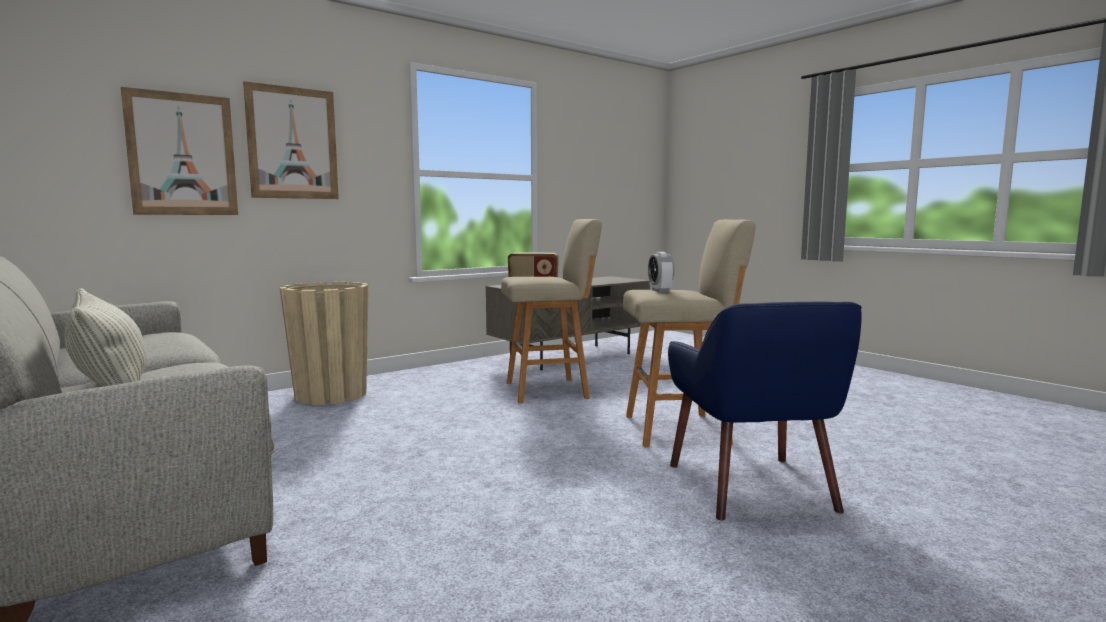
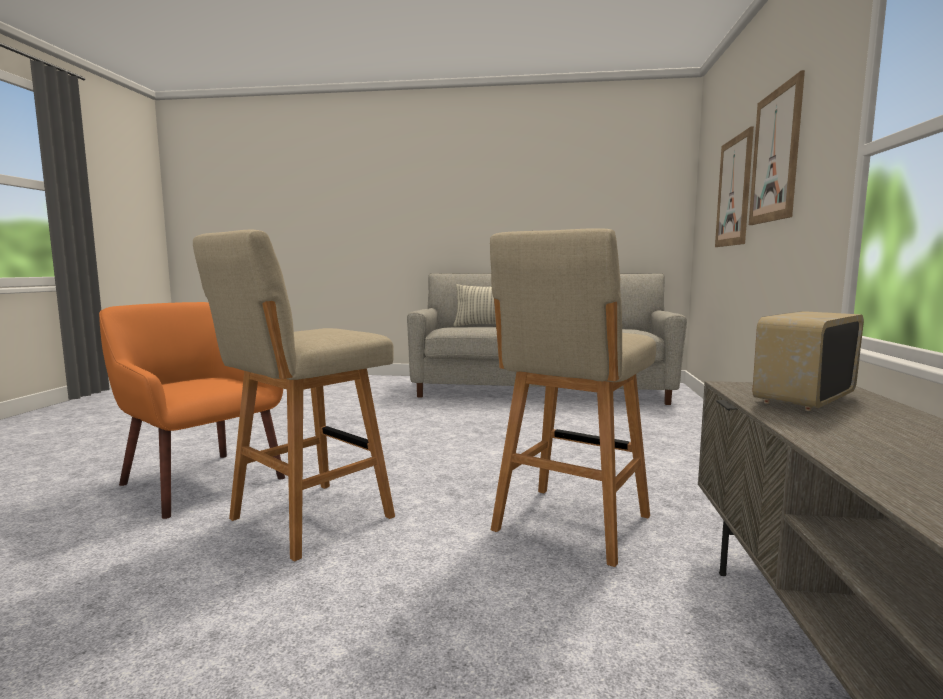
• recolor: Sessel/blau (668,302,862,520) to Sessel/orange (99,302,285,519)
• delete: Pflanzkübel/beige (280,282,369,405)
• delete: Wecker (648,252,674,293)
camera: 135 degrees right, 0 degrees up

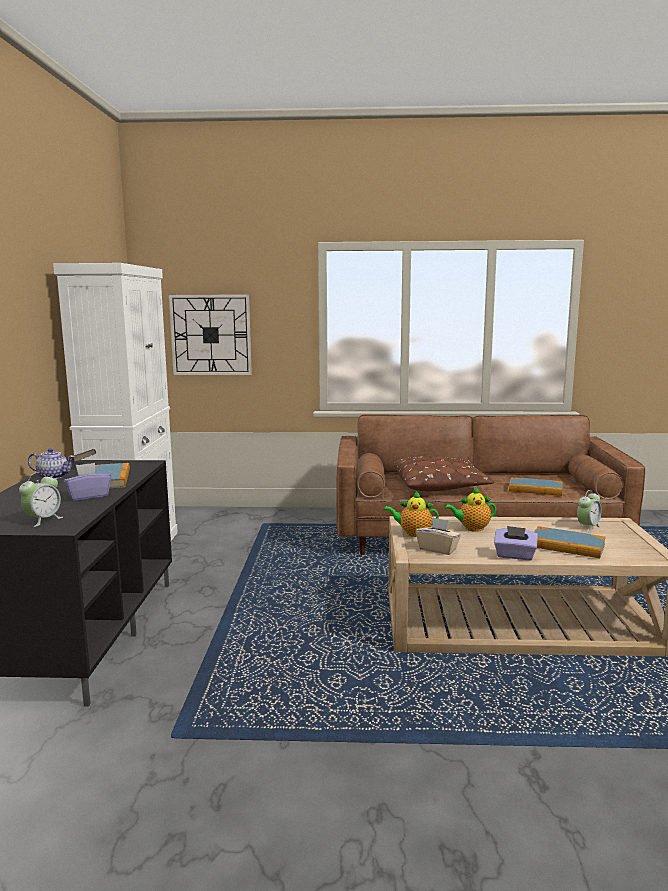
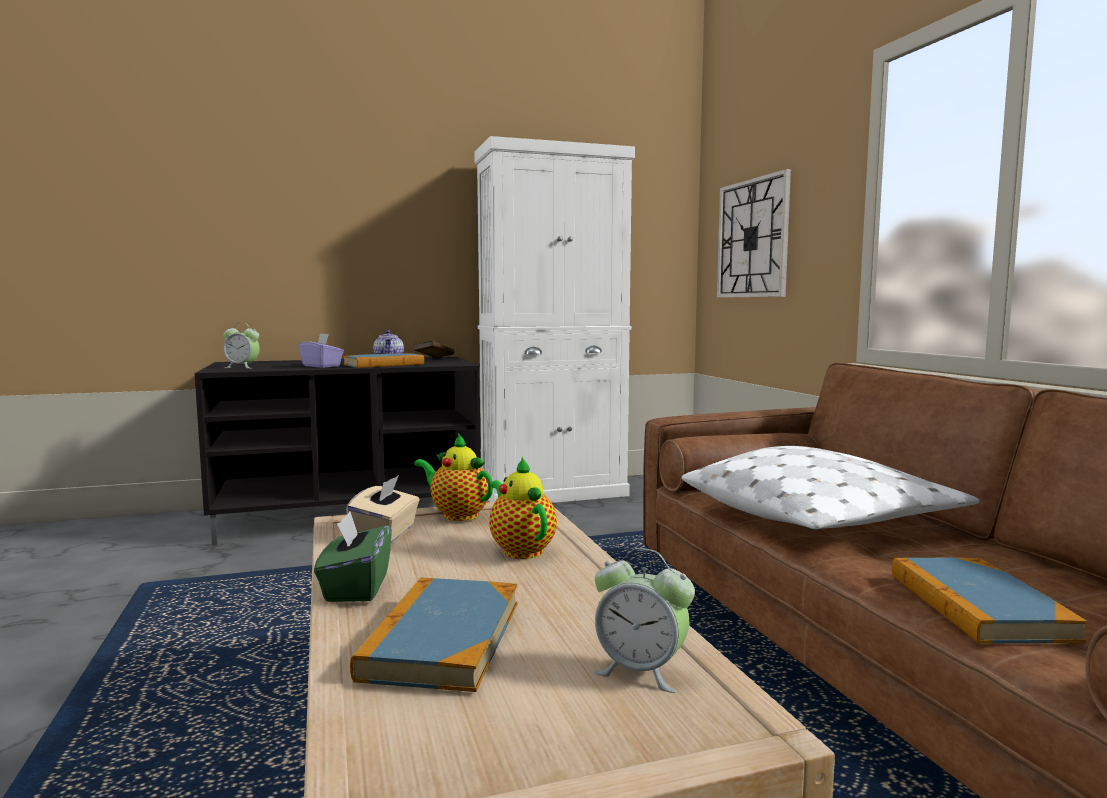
• recolor: Taschentuchbox/lila (494,526,538,560) to Taschentuchbox/grün (314,512,392,602)
• rotate: Teekanne (384,490,439,537) = (414,434,493,521) 45 degrees counterclockwise
• recolor: Kissen/braun (393,456,494,491) to Kissen/weiß (682,446,980,529)
camera: 70 degrees right, 5 degrees down

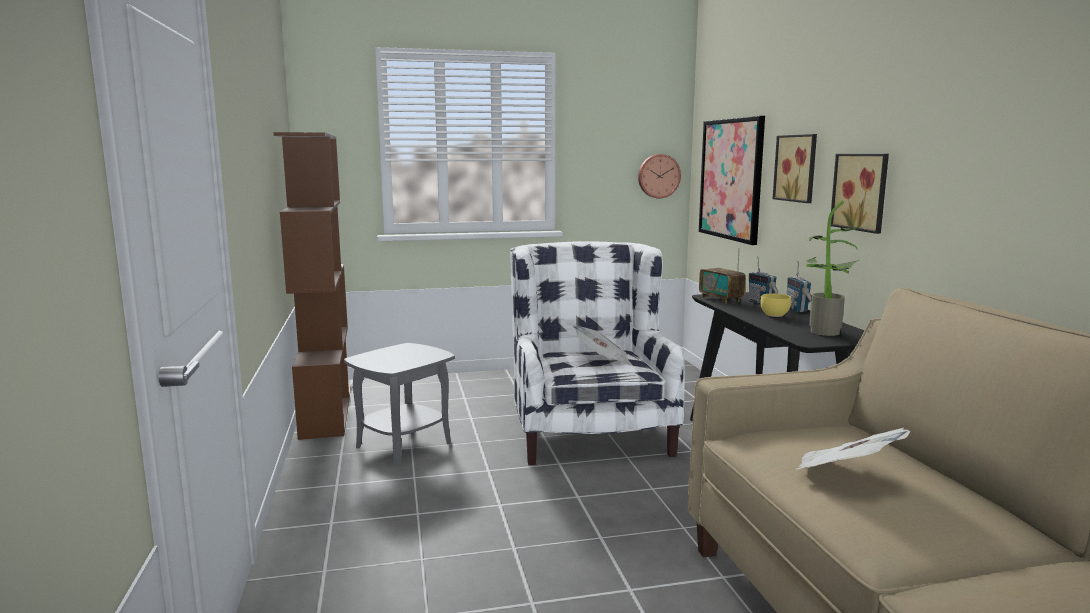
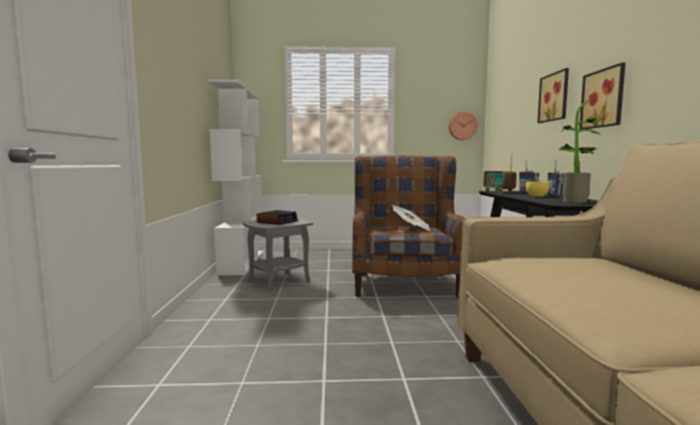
• recolor: Bücherregal/braun (273,132,351,440) to Bücherregal/weiß (208,80,263,276)
• insert: Wecker (257,210,298,225)
• recolor: Sessel/weiß (510,241,685,465) to Sessel/braun (352,155,465,298)
• delete: Bild (699,116,765,245)
• delete: Zeitung (796,428,910,470)
camera: 10 degrees right, 5 degrees down

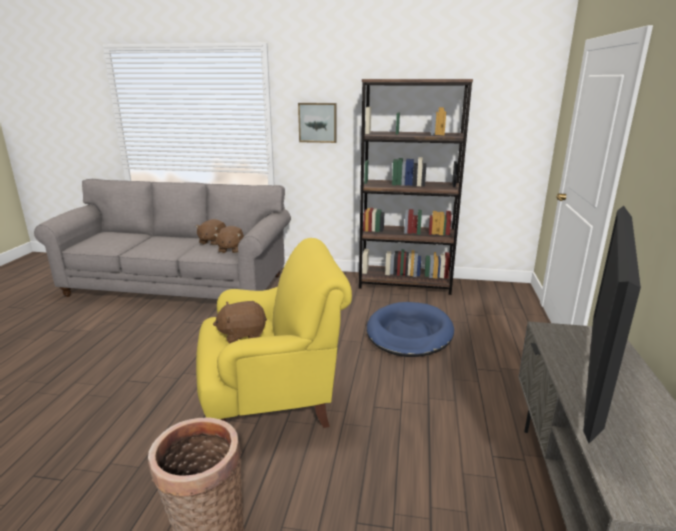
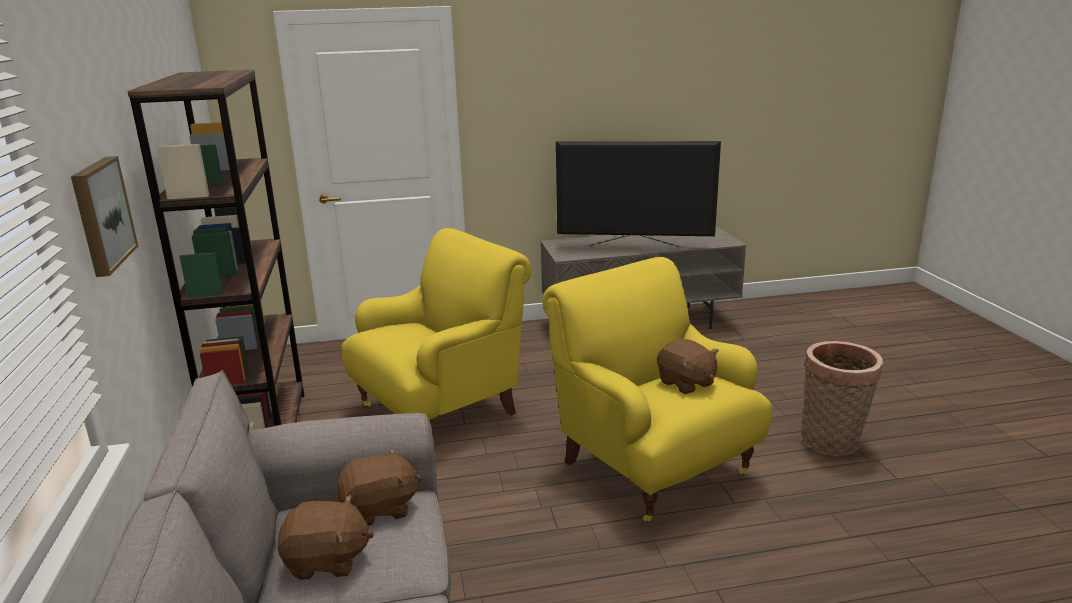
• replace: Hundebett/blau (367,302,454,357) to Sessel/gelb (341,228,531,420)
camera: 110 degrees left, 0 degrees up

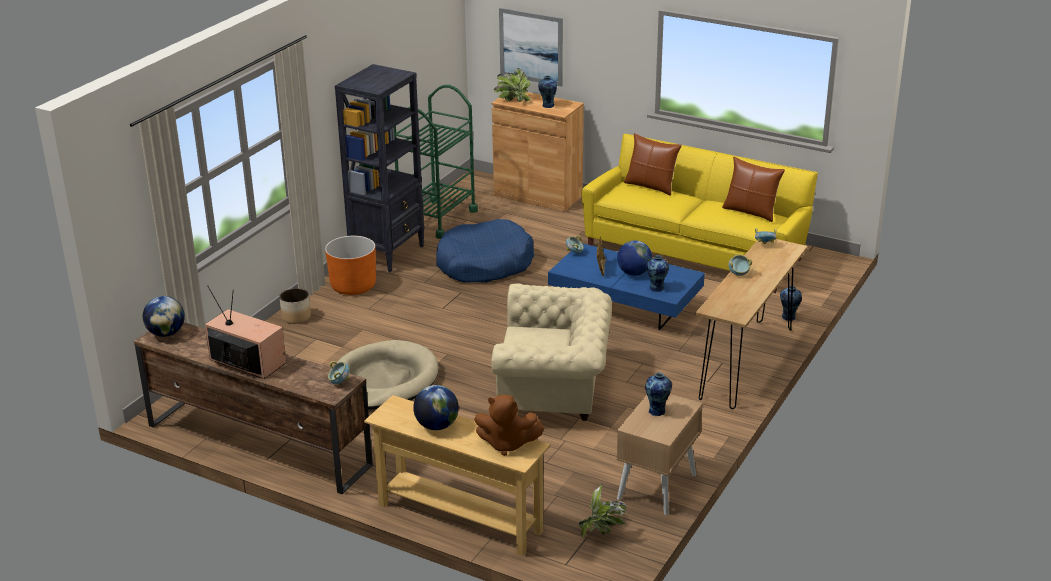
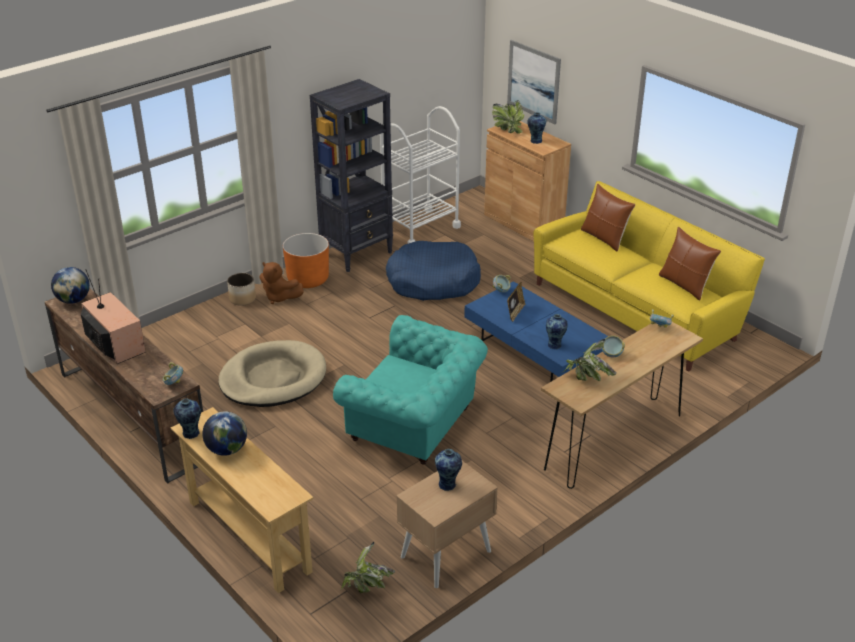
• move: Vase (780,286,802,321) to (173,398,201,439)
• move: Plüschtier/braun (474,395,544,456) to (259,262,304,304)
• recolor: Sessel/beige (491,283,612,421) to Sessel/türkis (333,315,488,465)
• recolor: Rollwagen/grün (394,85,478,239) to Rollwagen/weiß (380,106,461,244)
• insert: Topfpflanze (562,339,616,381)
• delete: Globus (617,240,652,276)
camera: 20 degrees right, 5 degrees up

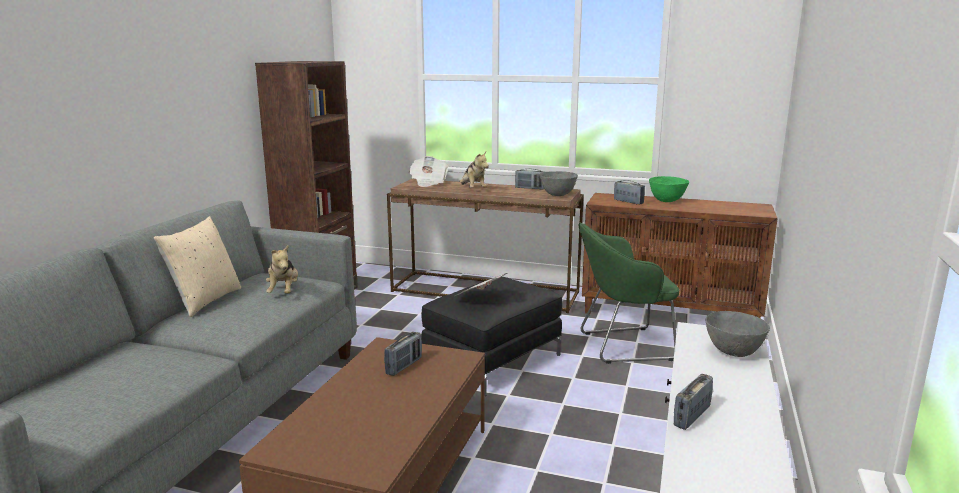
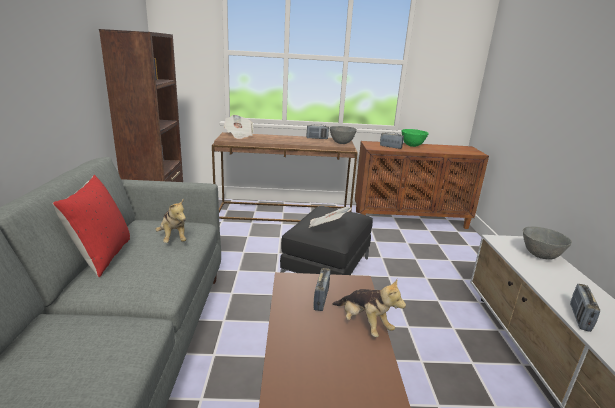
• recolor: Kissen/beige (154,216,241,317) to Kissen/rot (53,175,130,277)
• move: Plüschtier (459,152,489,188) to (332,279,406,337)
• delete: Sessel/grün (579,223,679,364)
camera: 20 degrees left, 5 degrees up

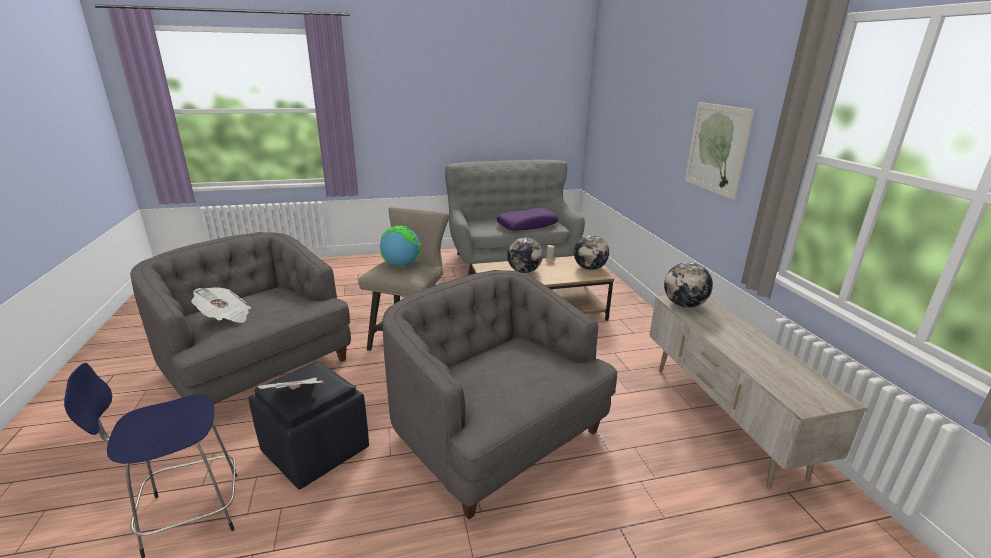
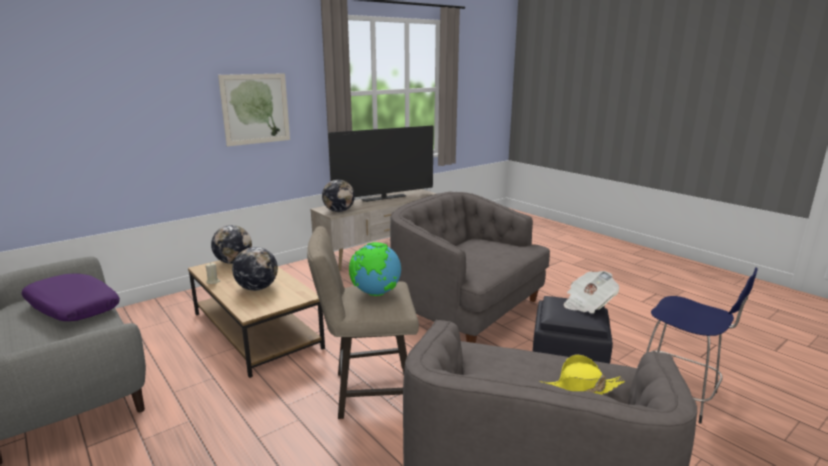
• insert: Fernseher (328,126,434,202)
• rotate: Sessel/grau (383,270,618,519) = (390,192,550,343) 105 degrees clockwise
• replace: Zeitung (192,287,251,323) to Hut/gelb (540,354,625,395)
camera: 115 degrees left, 5 degrees down

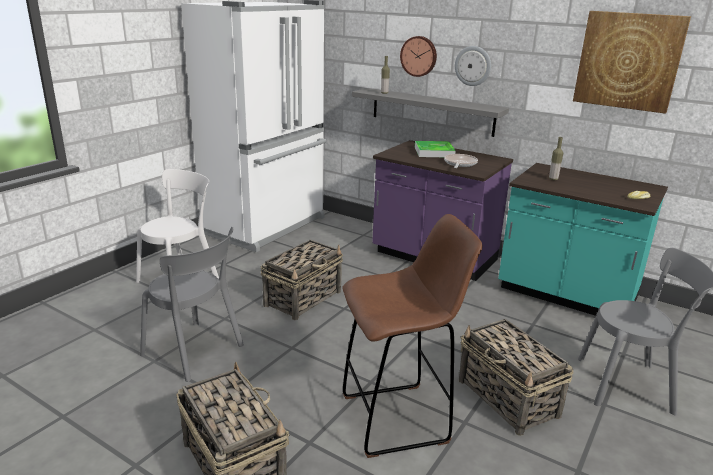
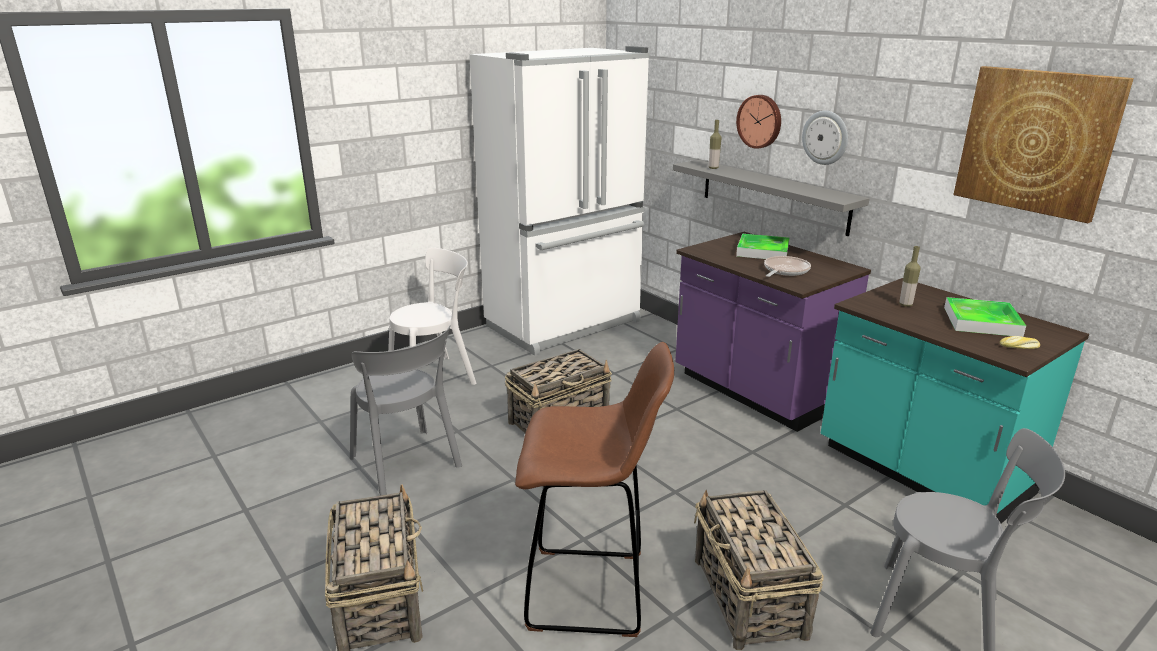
• insert: Tablett (944,297,1026,337)
camera: 20 degrees right, 0 degrees up

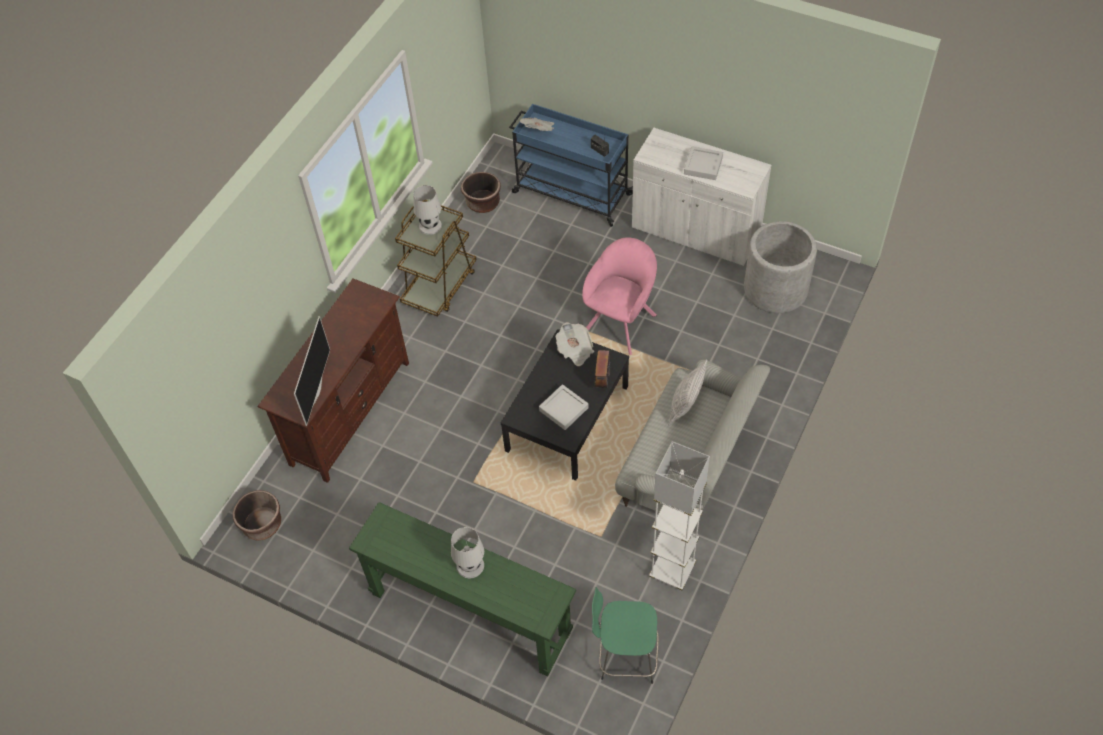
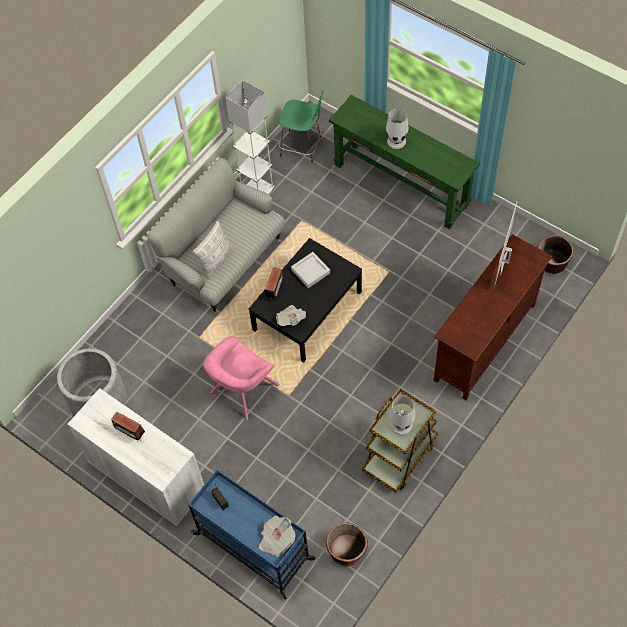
• replace: Tablett/grau (684,147,723,180) to Radio (111,412,145,440)
camera: 170 degrees left, 5 degrees up

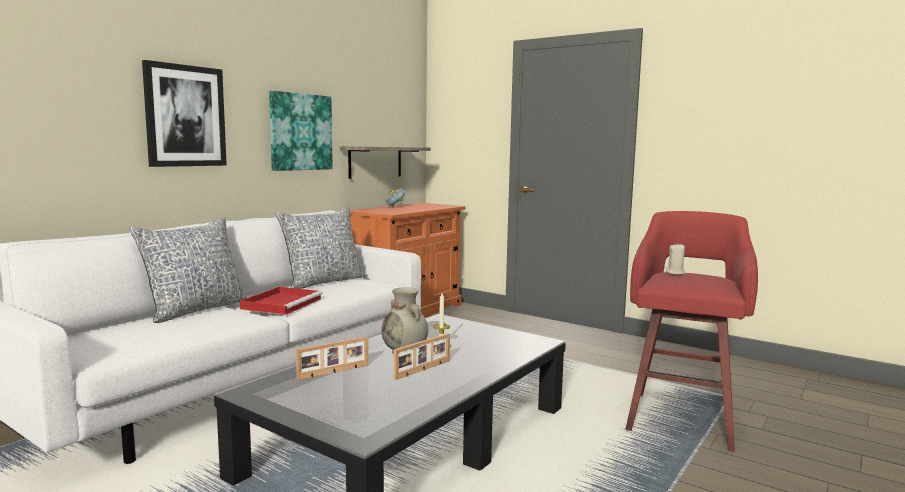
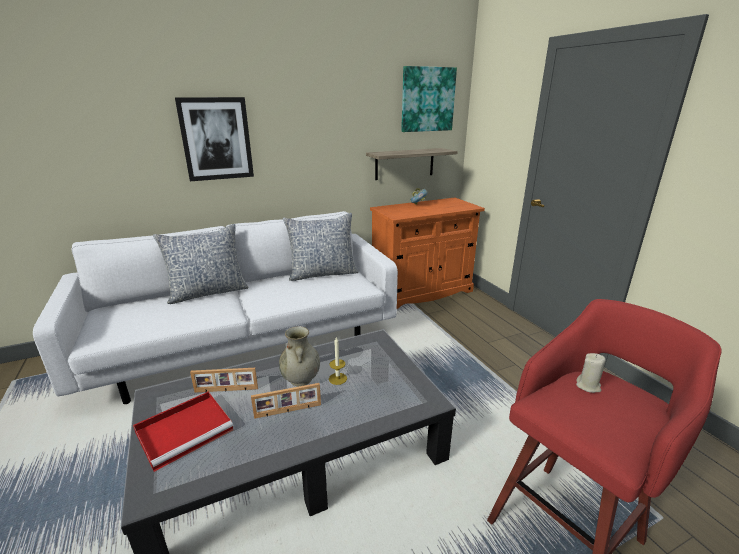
• move: Tablett/rot (240,287,323,315) to (133,391,234,472)
• move: Bild (269,91,333,171) to (401,66,457,132)
camera: 30 degrees right, 15 degrees up

